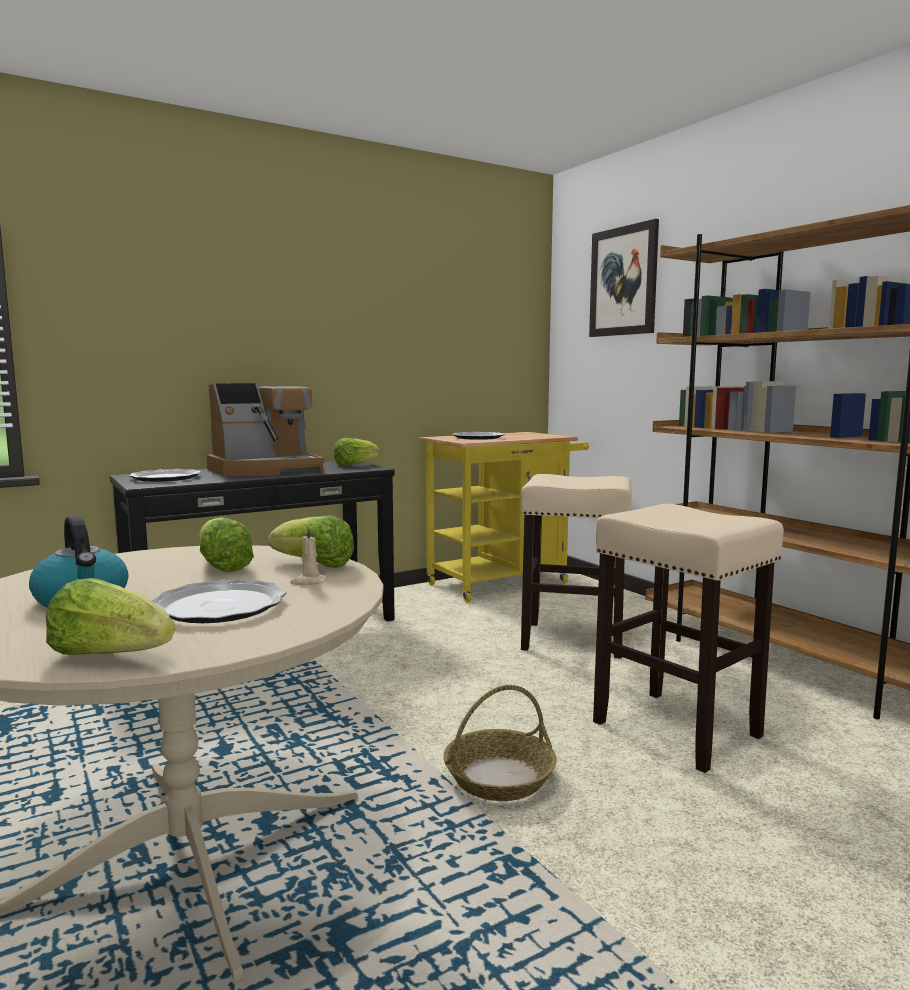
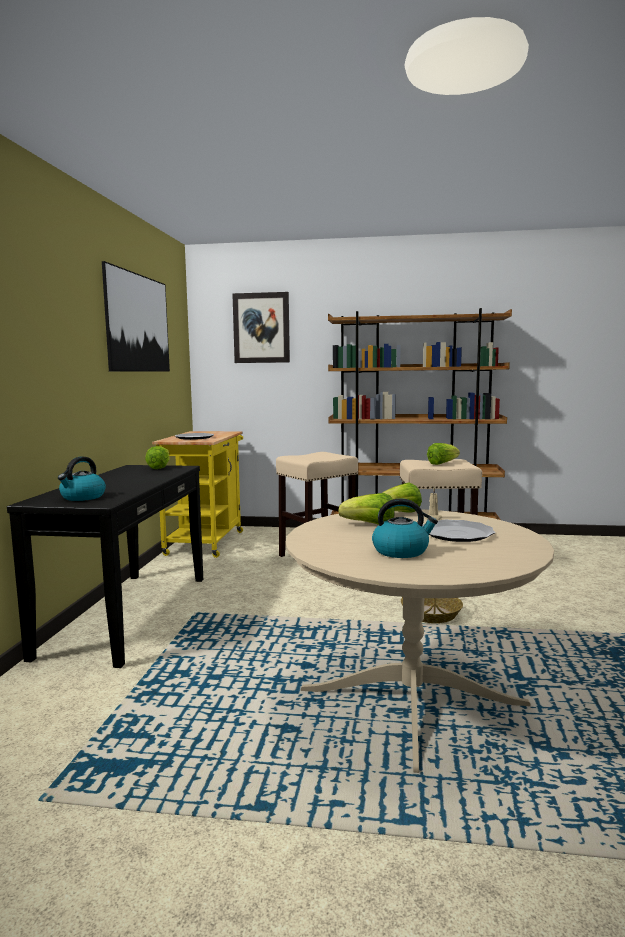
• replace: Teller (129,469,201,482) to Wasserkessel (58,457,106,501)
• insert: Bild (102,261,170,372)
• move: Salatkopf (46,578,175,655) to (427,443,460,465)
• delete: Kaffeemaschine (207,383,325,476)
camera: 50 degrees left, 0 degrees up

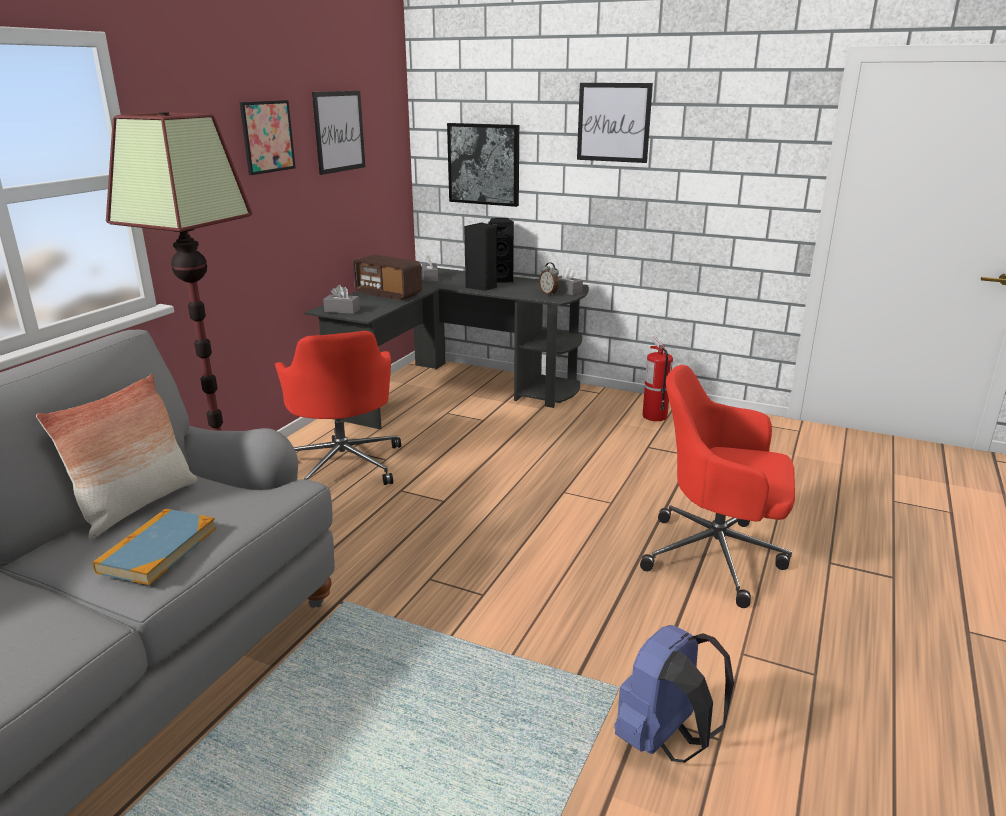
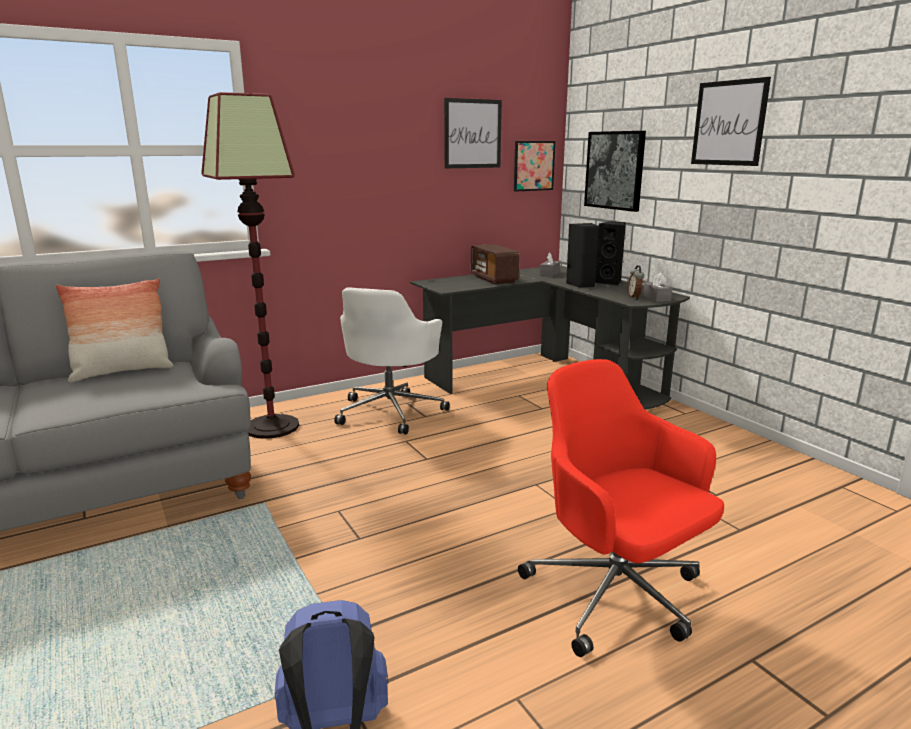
• recolor: Bürostuhl/rot (275,331,401,485) to Bürostuhl/weiß (334,287,450,435)
• move: Bild (240,100,295,175) to (514,141,555,191)
• delete: Buch (92,508,216,585)
• delete: Taschentuchbox/grau (323,285,360,314)
• delete: Feuerlöscher (643,337,673,421)
camera: 35 degrees right, 5 degrees down

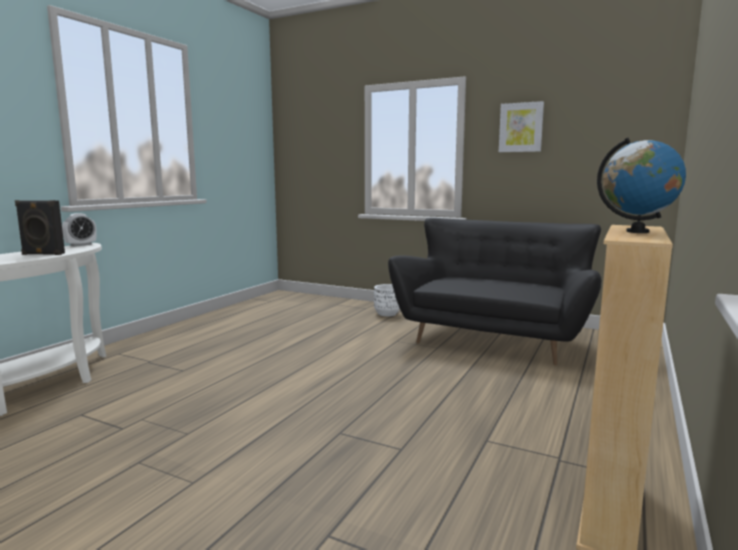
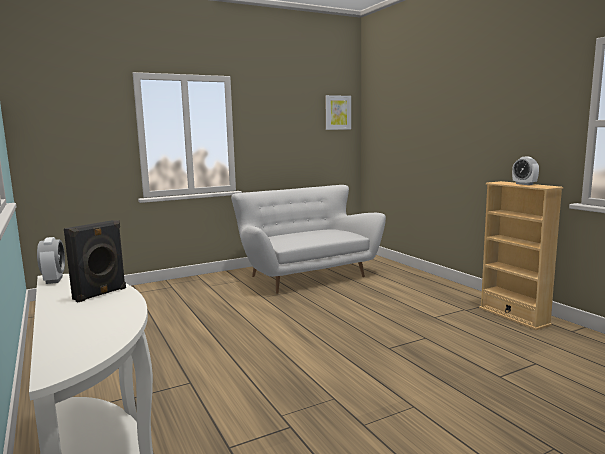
• recolor: Sofa/schwarz (388,218,601,365) to Sofa/weiß (231,185,386,294)
• move: Bild (499,101,544,152) to (325,95,351,130)
• replace: Globus (597,138,686,233) to Wecker (512,157,539,185)
• delete: Pflanzkübel/weiß (374,284,400,316)
camera: 55 degrees left, 0 degrees up

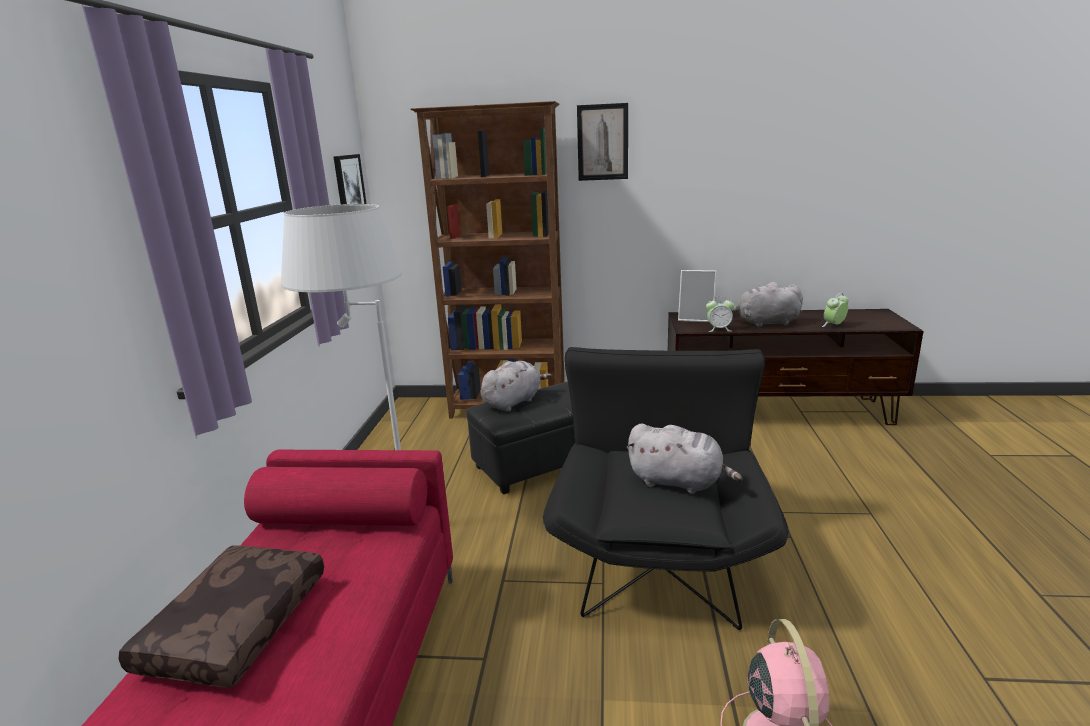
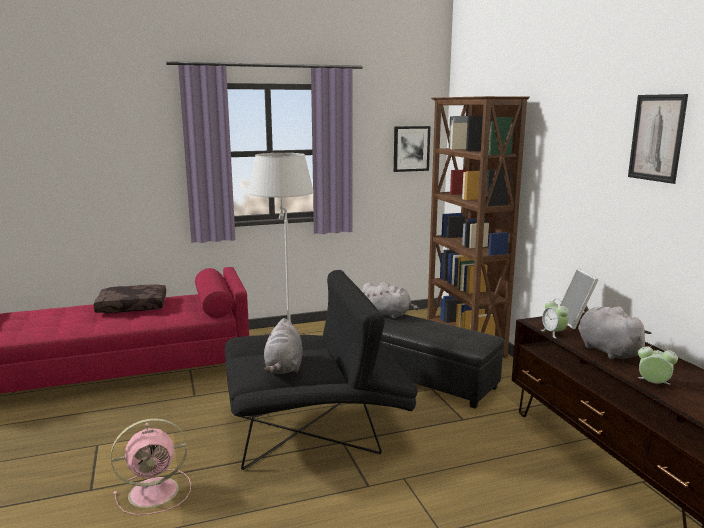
• move: Bild (577,103,628,181) to (628,94,688,184)
camera: 65 degrees right, 5 degrees down

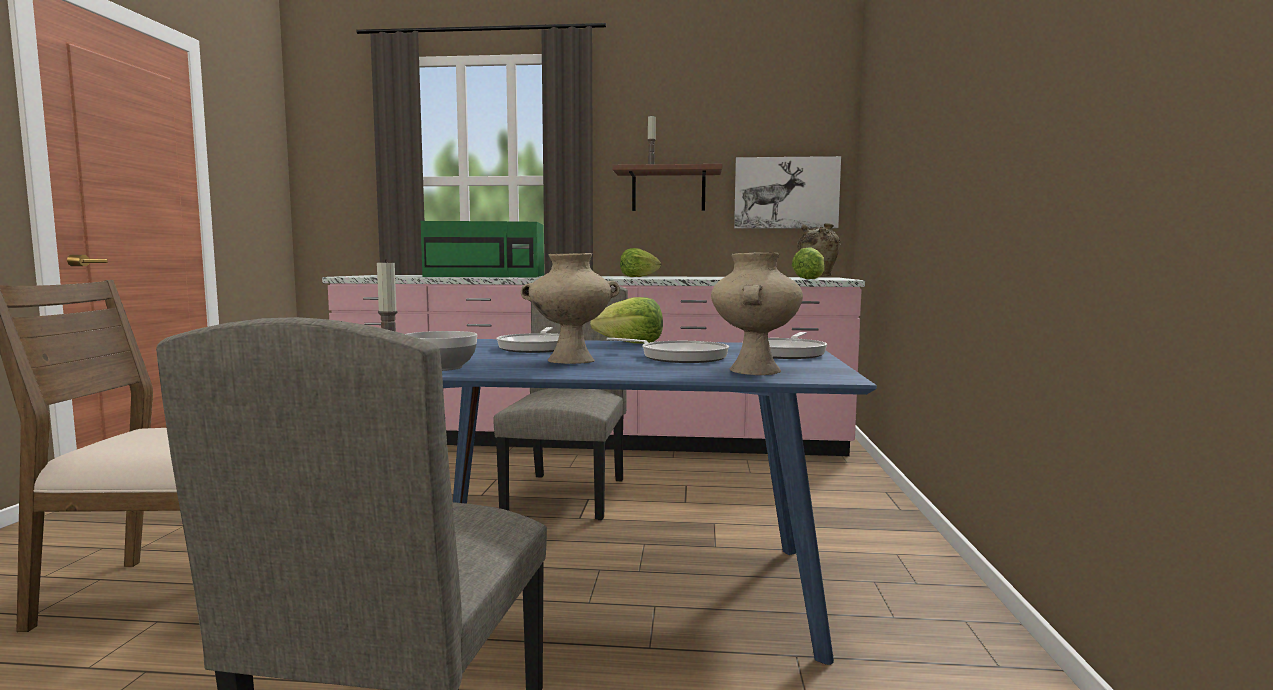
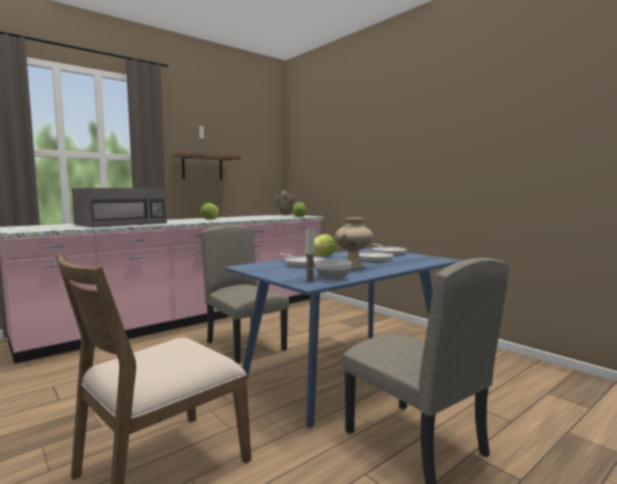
• recolor: Mikrowelle/grün (421,221,544,277) to Mikrowelle/grau (72,188,167,228)
• delete: Vase/beige (711,252,803,375)
• delete: Bild (734,156,841,229)
camera: 45 degrees left, 0 degrees up

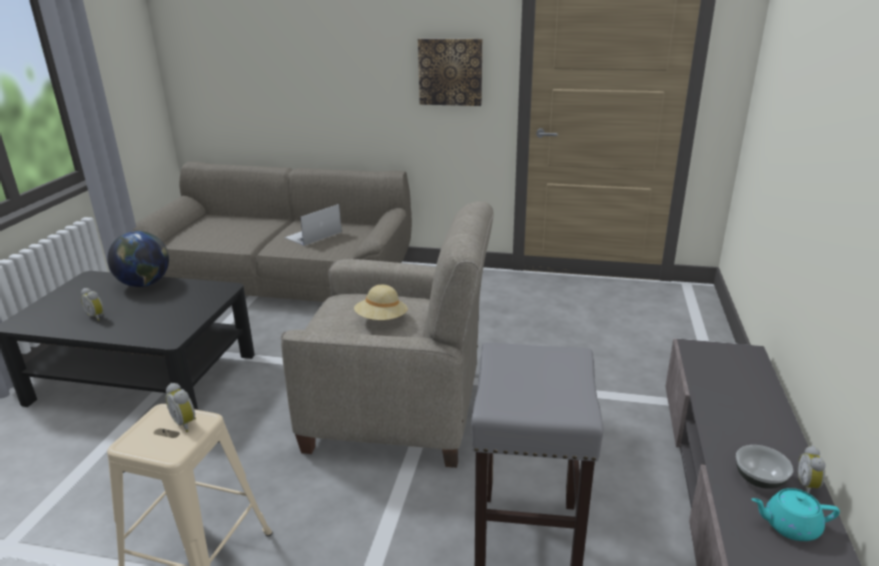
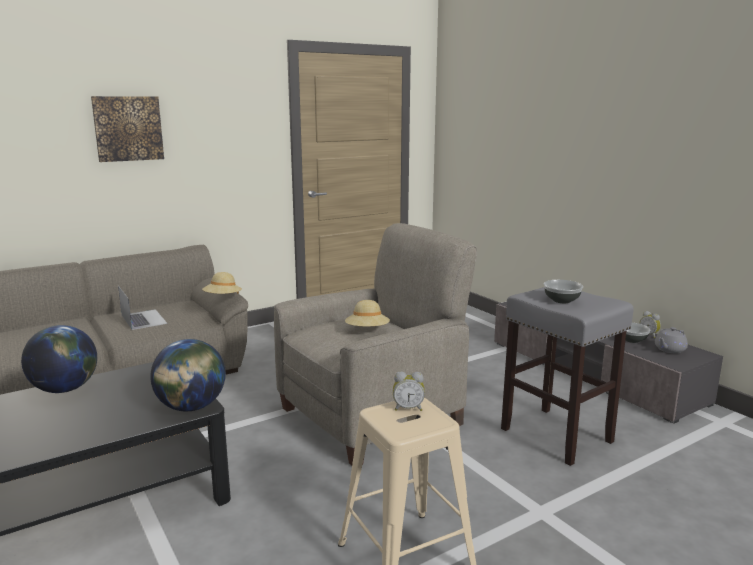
• move: Bild (418,38,482,106) to (91,96,164,162)
• rotate: Laptop (284,204,342,246) = (118,286,167,330) 150 degrees clockwise
• insert: Globus (150,339,226,411)
• insert: Hut/beige (202,272,242,294)
• insert: Schüssel (544,280,583,303)
• recolor: Teekanne/türkis (751,488,840,541) to Teekanne/grau (655,327,688,353)
• delete: Wecker (81,288,104,321)
camera: 45 degrees left, 10 degrees down

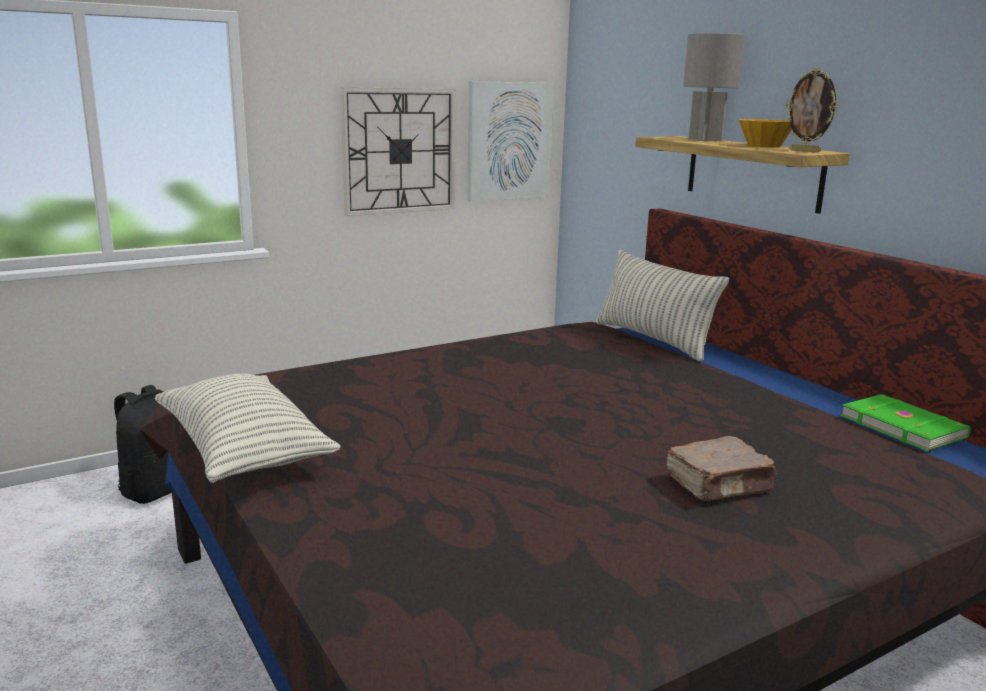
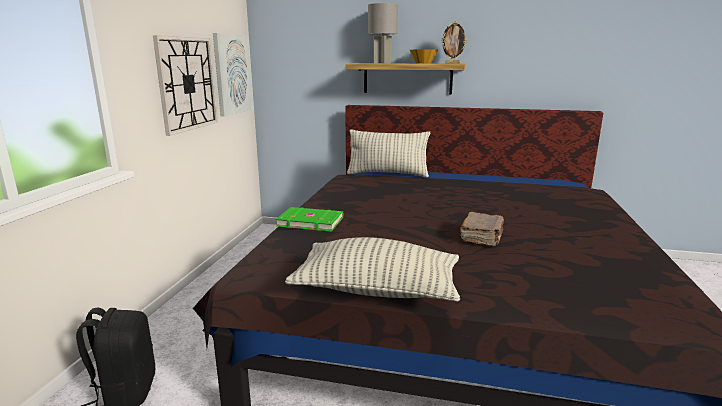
• move: Buch/grün (840,394,971,451) to (276,207,343,231)
• move: Buch/braun (667,436,776,501) to (460,212,504,246)
camera: 45 degrees left, 0 degrees up

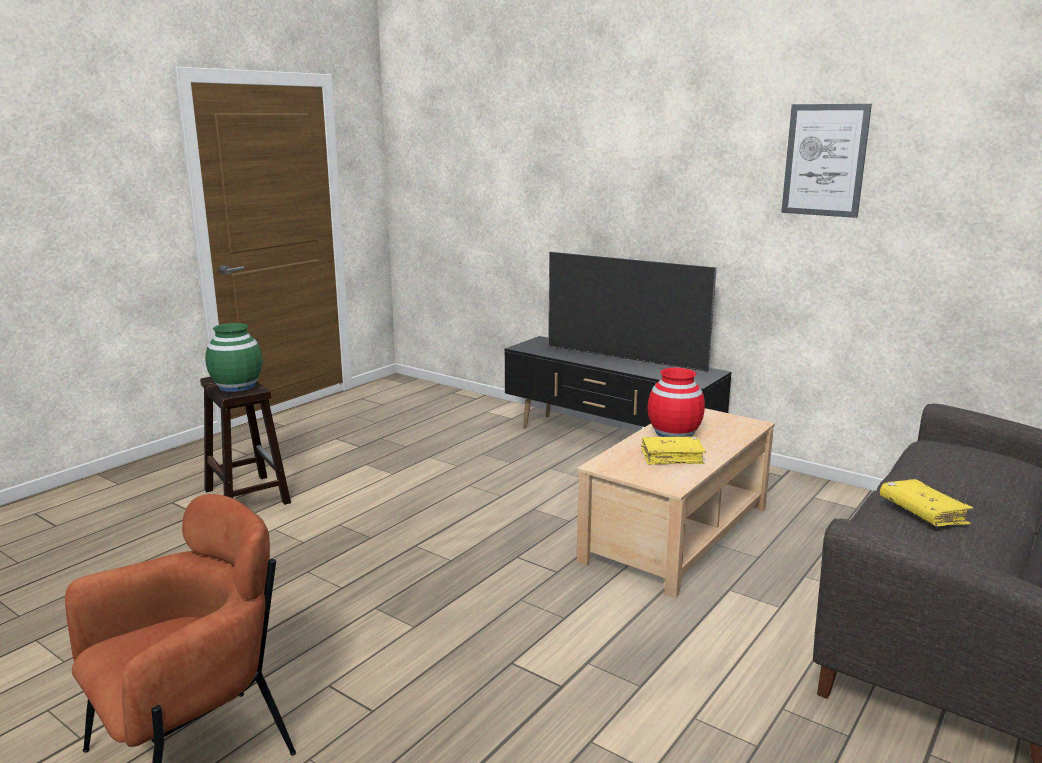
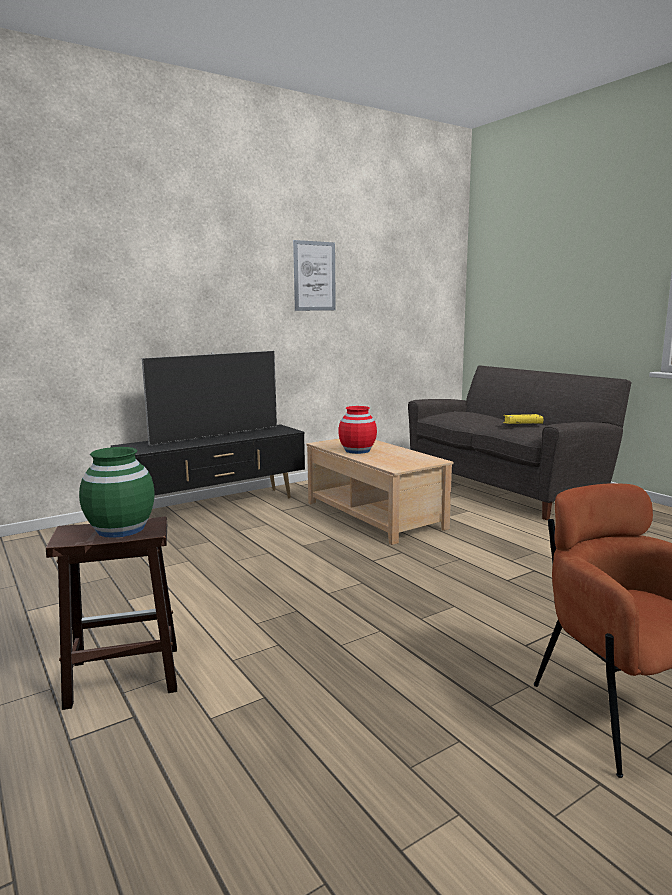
• delete: Buch/gelb (641,436,706,465)
camera: 70 degrees left, 5 degrees down

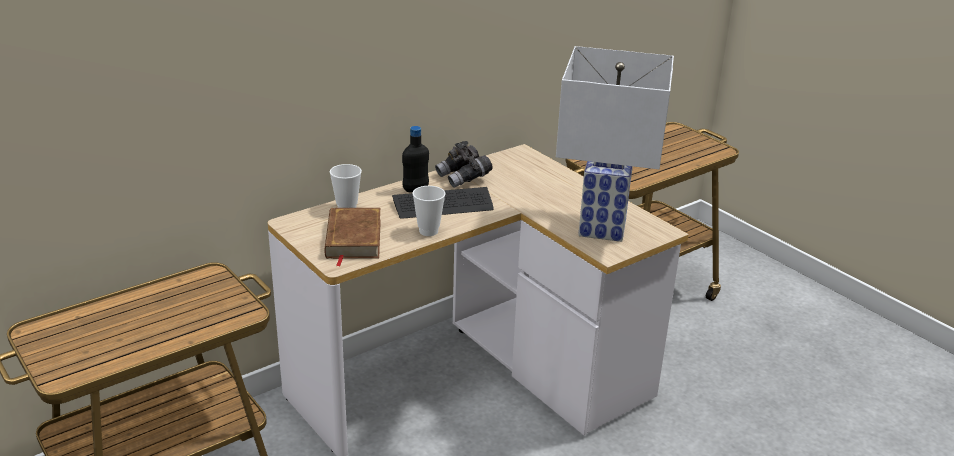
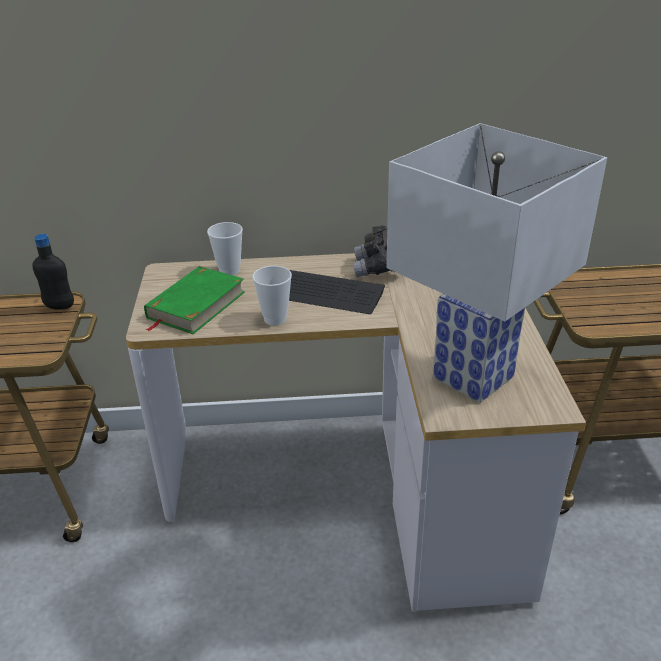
• move: Flasche/schwarz (402,126,429,192) to (32,234,74,310)
• recolor: Buch/braun (324,208,381,267) to Buch/grün (144,266,245,334)
camera: 35 degrees right, 5 degrees up

